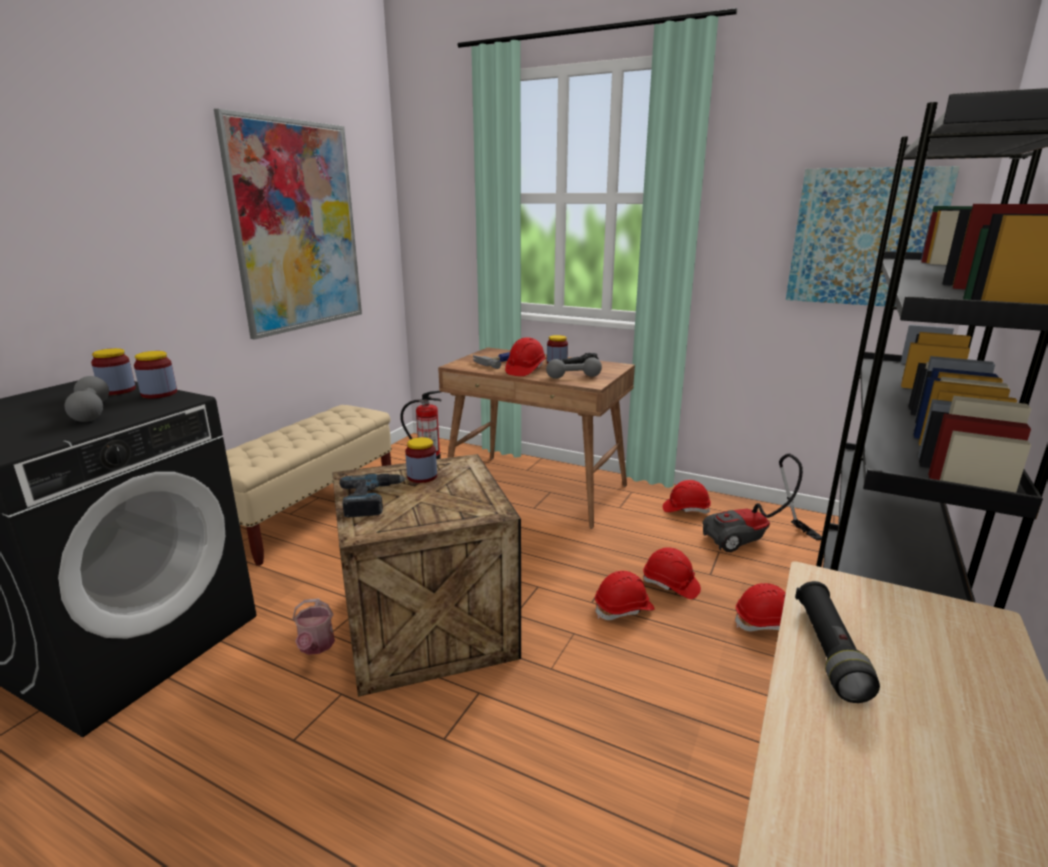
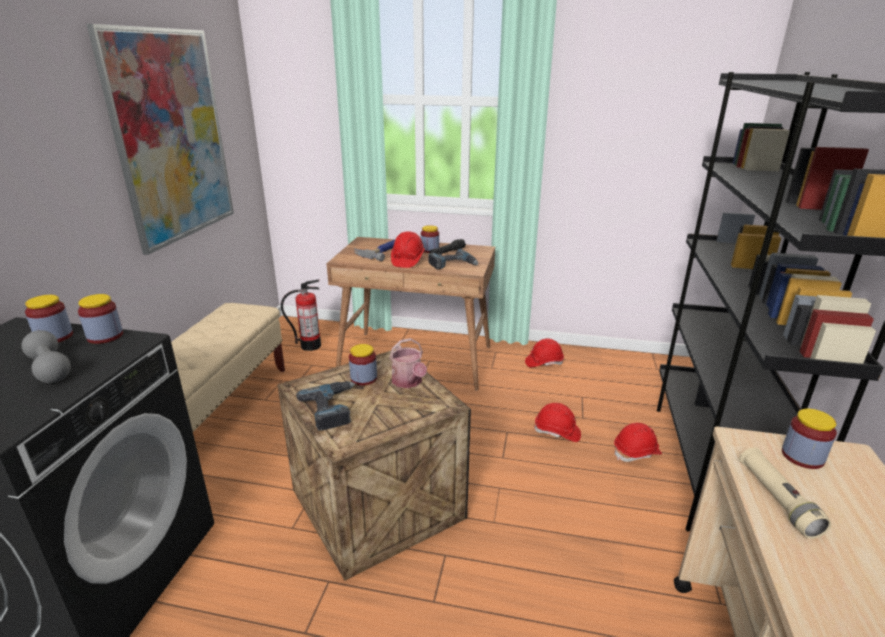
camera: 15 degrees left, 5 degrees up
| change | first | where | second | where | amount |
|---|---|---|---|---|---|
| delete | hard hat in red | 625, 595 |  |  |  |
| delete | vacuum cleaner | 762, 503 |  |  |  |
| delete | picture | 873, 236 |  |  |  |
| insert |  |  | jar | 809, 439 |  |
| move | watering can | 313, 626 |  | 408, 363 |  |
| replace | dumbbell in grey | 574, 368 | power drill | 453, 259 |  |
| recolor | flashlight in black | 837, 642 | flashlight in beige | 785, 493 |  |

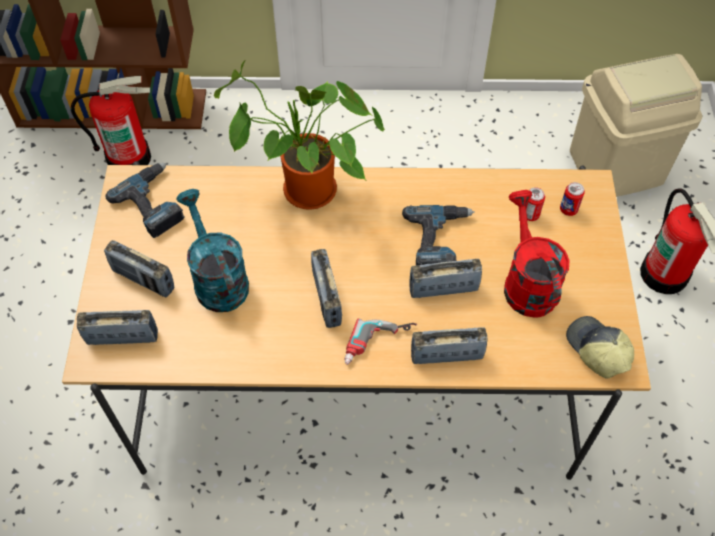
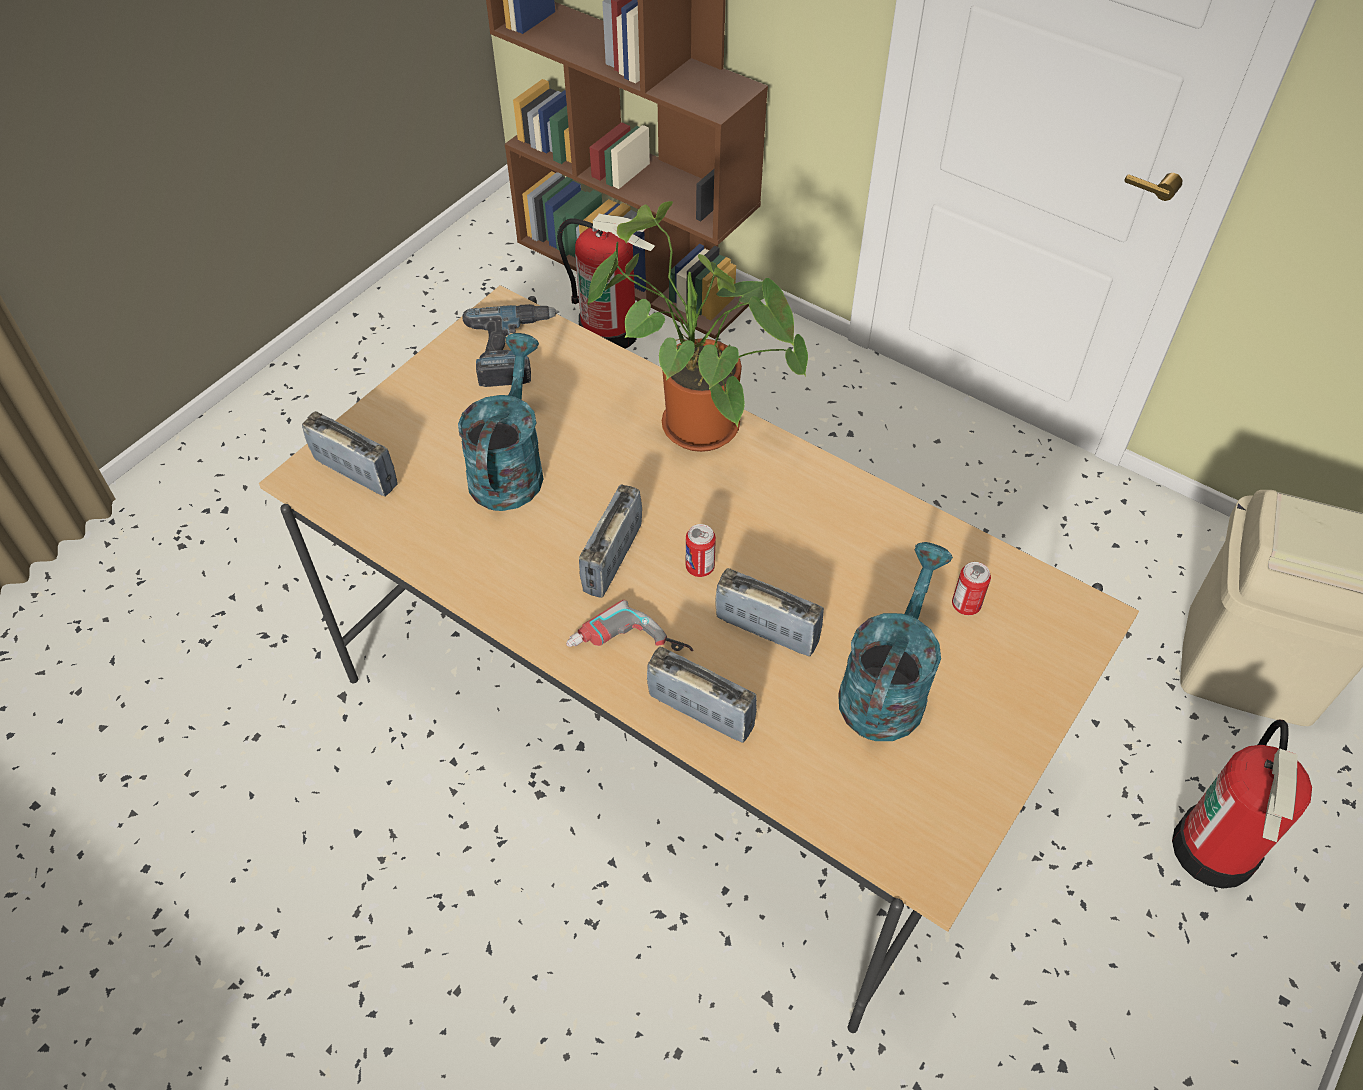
camera: 35 degrees right, 5 degrees down
| change | first | where | second | where | amount |
|---|---|---|---|---|---|
| delete | radio | 139, 268 |  |  |  |
| delete | power drill | 438, 235 |  |  |  |
| delete | cap | 600, 347 |  |  |  |
| move | can | 572, 199 |  | 701, 550 |  |
| recolor | watering can in red | 537, 254 | watering can in turquoise | 895, 641 |  |

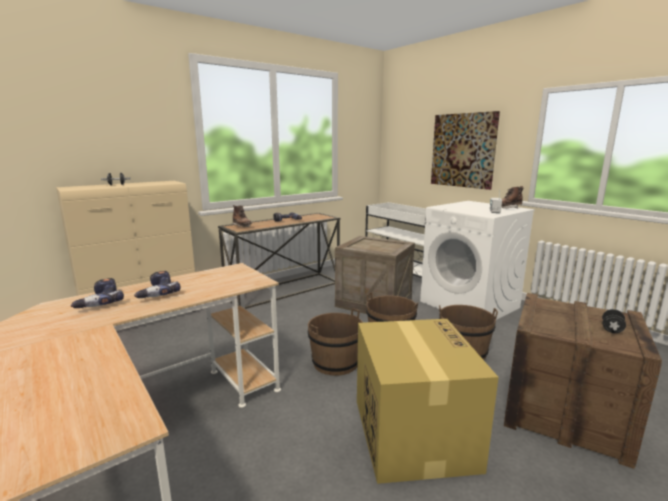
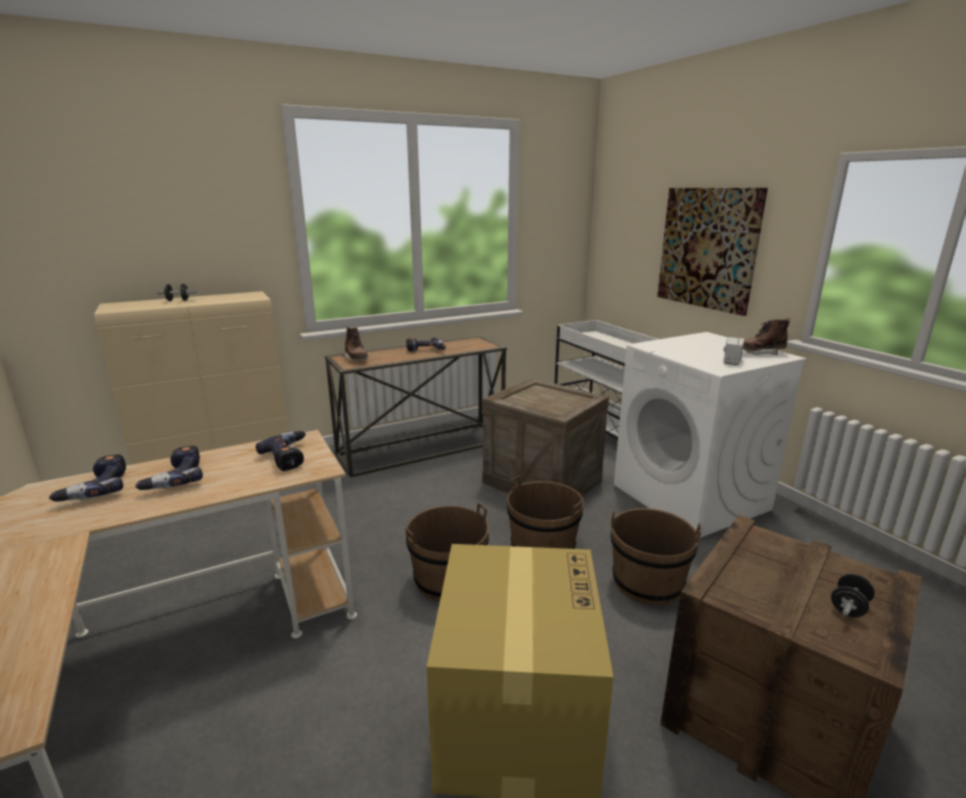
camera: 10 degrees right, 5 degrees up
| change | first | where | second | where | amount |
|---|---|---|---|---|---|
| insert |  |  | power drill | 281, 451 |  |

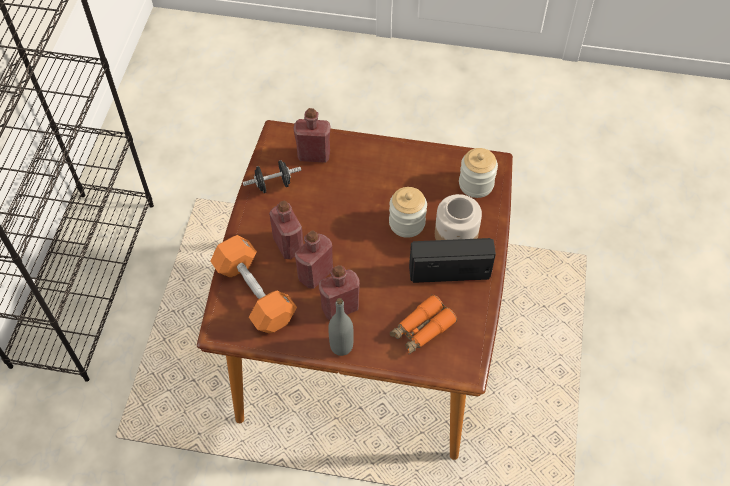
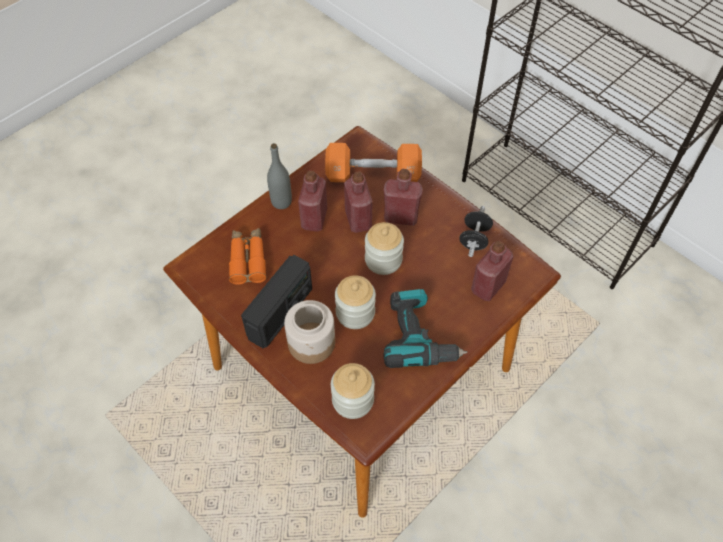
camera: 125 degrees right, 0 degrees up
| change | first | where | second | where | amount |
|---|---|---|---|---|---|
| insert |  |  | jar | 384, 248 |  |
| insert |  |  | power drill | 425, 328 |  |

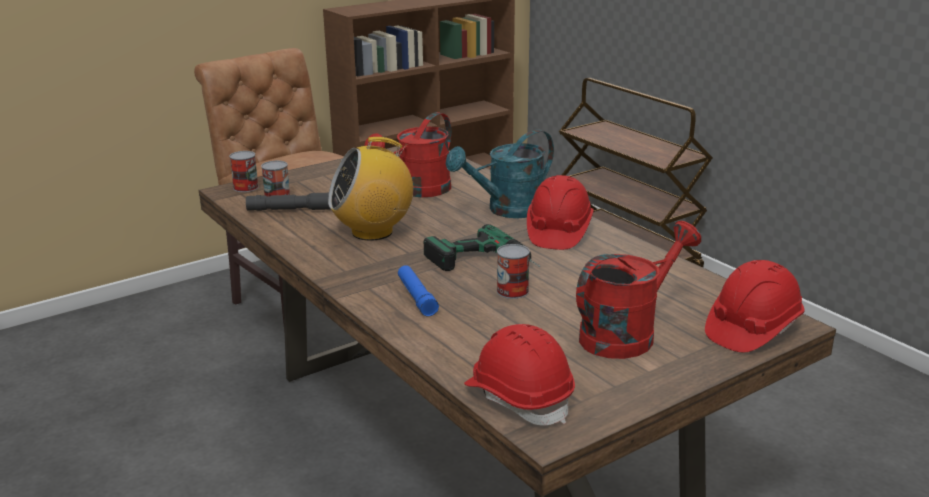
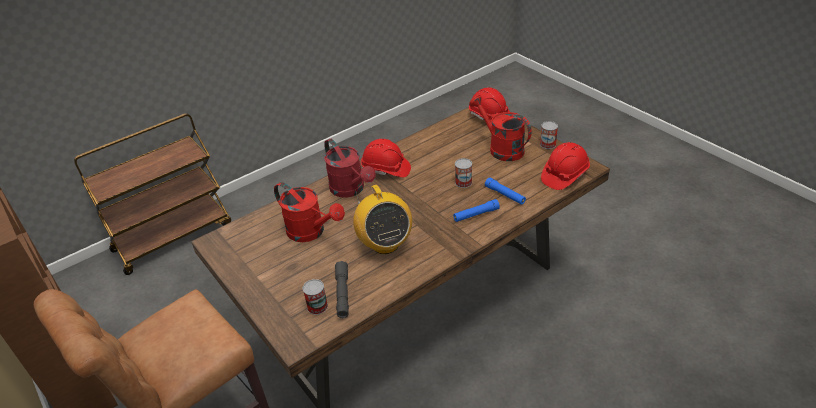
camera: 90 degrees left, 15 degrees up
| change | first | where | second | where | amount |
|---|---|---|---|---|---|
| delete | power drill | 482, 247 |  |  |  |
| insert |  |  | flashlight in blue | 505, 191 |  |
| move | can | 244, 171 |  | 549, 135 |  |
| recolor | watering can in turquoise | 500, 174 | watering can in red | 350, 168 |  |

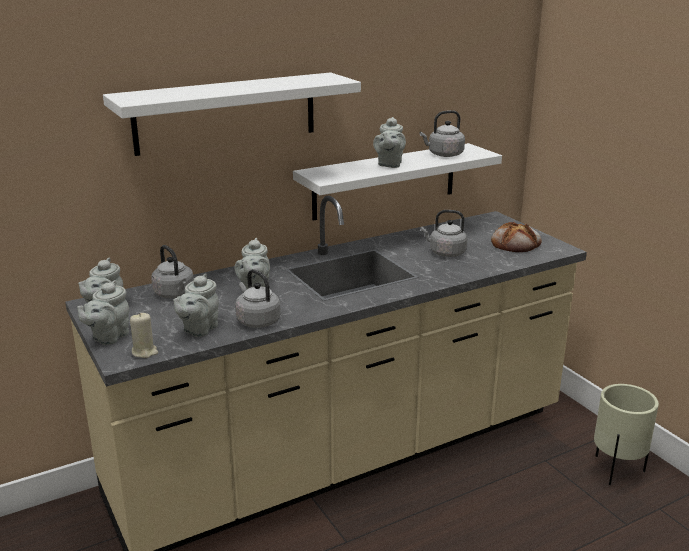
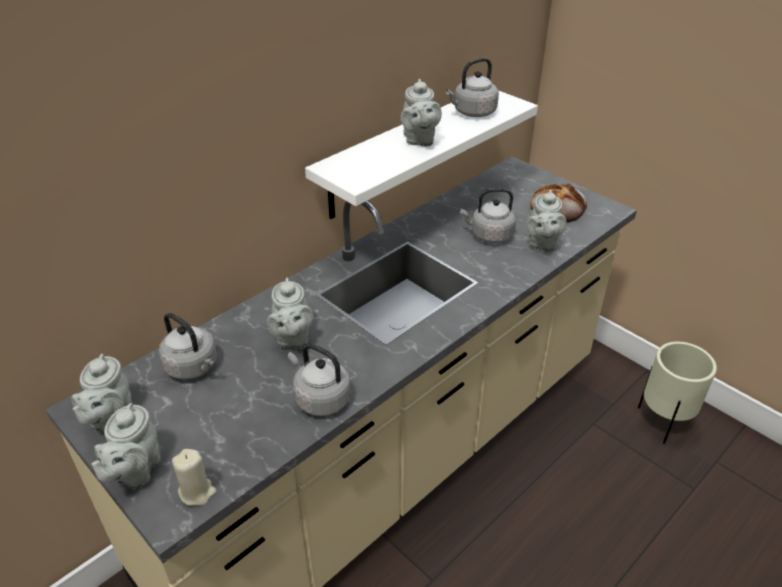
camera: 15 degrees left, 15 degrees up
| change | first | where | second | where | amount |
|---|---|---|---|---|---|
| delete | shelf in white | 232, 114 |  |  |  |
| move | teapot in grey | 196, 305 |  | 546, 220 |  |

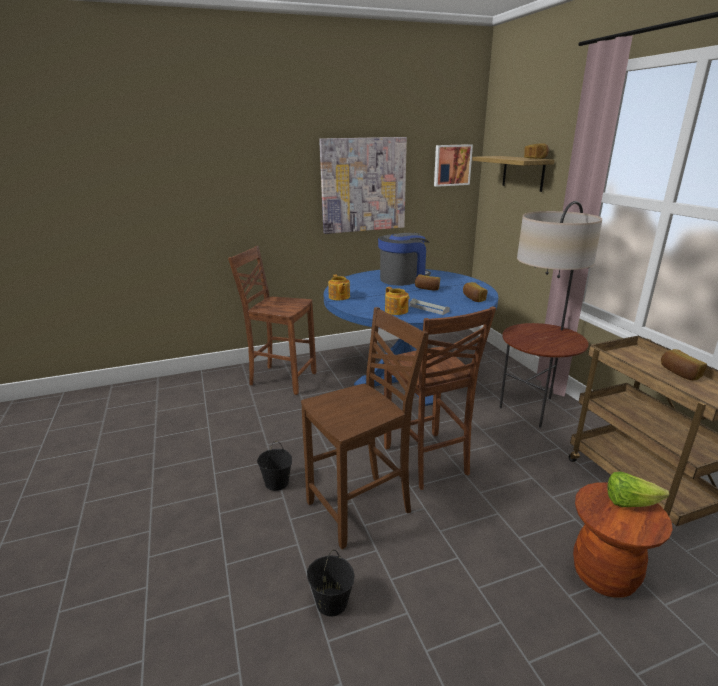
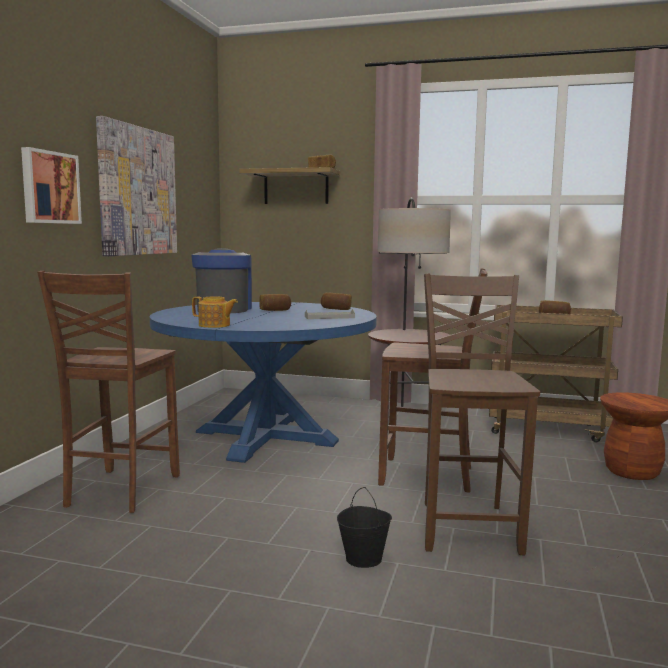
camera: 55 degrees left, 15 degrees down
| change | first | where | second | where | amount |
|---|---|---|---|---|---|
| delete | bucket in black | 330, 583 |  |  |  |
| delete | teapot | 397, 301 |  |  |  |
| delete | lettuce | 638, 489 |  |  |  |
| move | picture | 453, 165 |  | 51, 185 |  |
| rotate | chair in brown | 272, 320 |  | 108, 392 | 45 degrees counterclockwise |

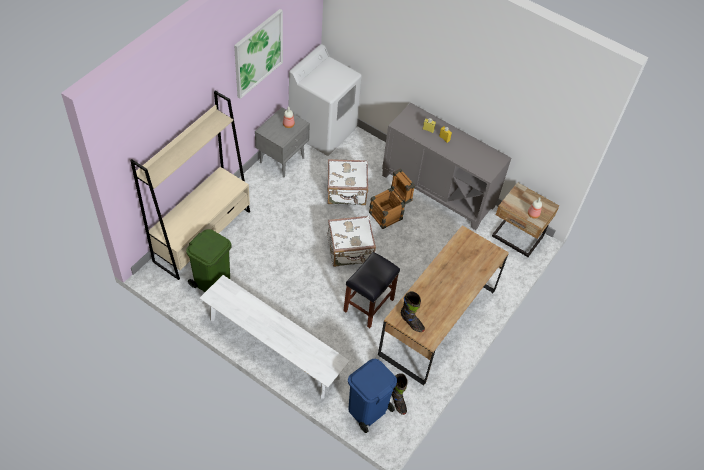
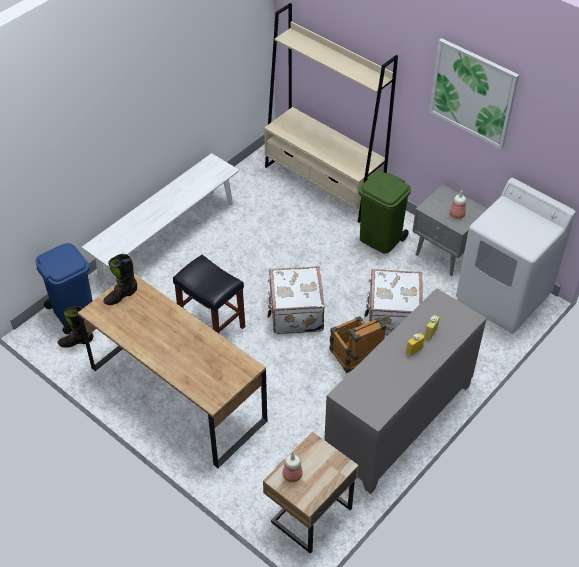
camera: 100 degrees right, 5 degrees down
| change | first | where | second | where | amount |
|---|---|---|---|---|---|
| move | trash can in green | 209, 260 |  | 385, 213 |  |

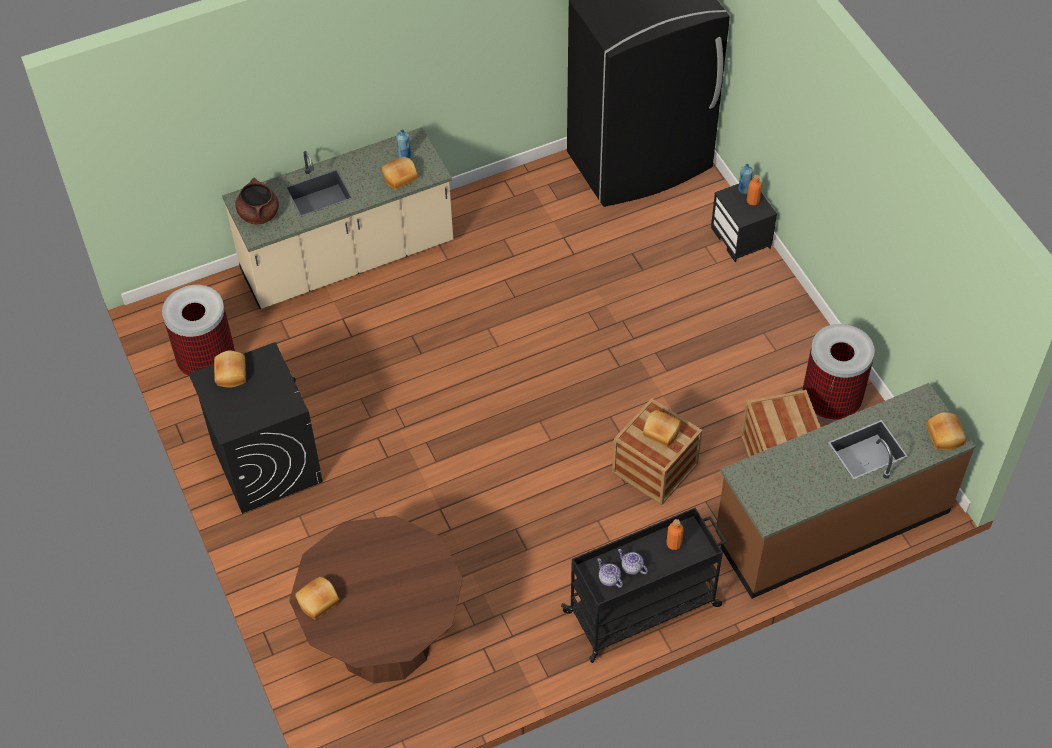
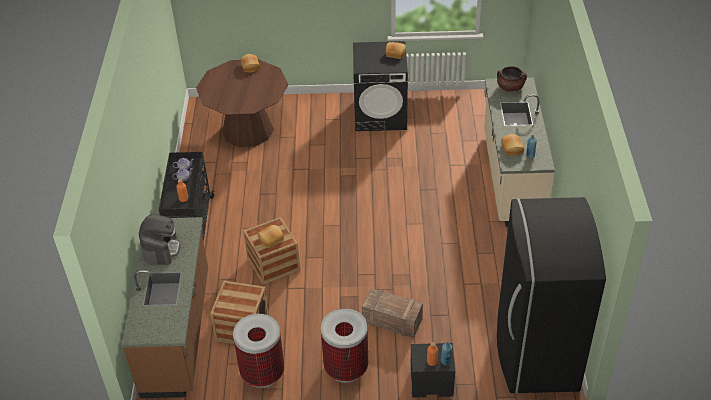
camera: 115 degrees right, 10 degrees down
| change | first | where | second | where | amount |
|---|---|---|---|---|---|
| delete | bread | 946, 431 |  |  |  |
| insert |  |  | coffee machine | 160, 239 |  |
| insert |  |  | crate | 392, 313 |  |
| move | trash can | 198, 331 |  | 344, 345 |  |

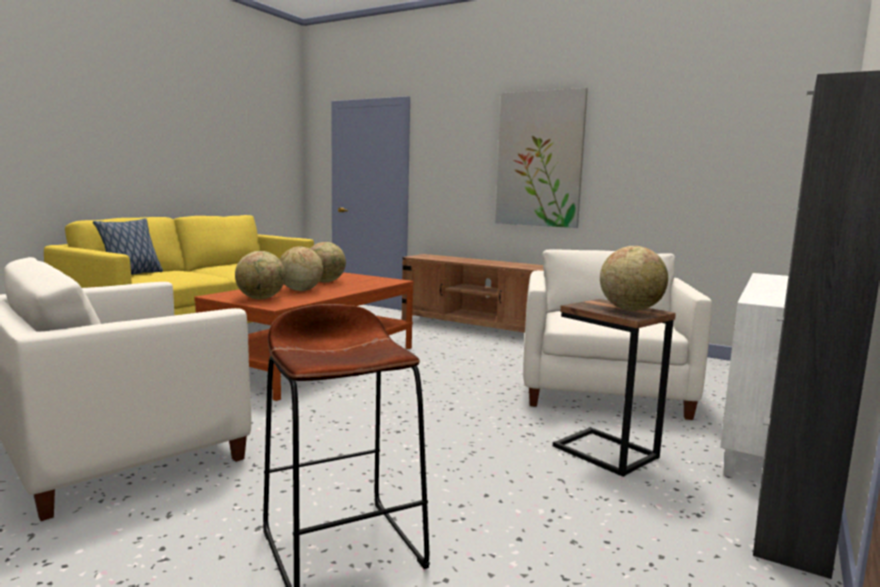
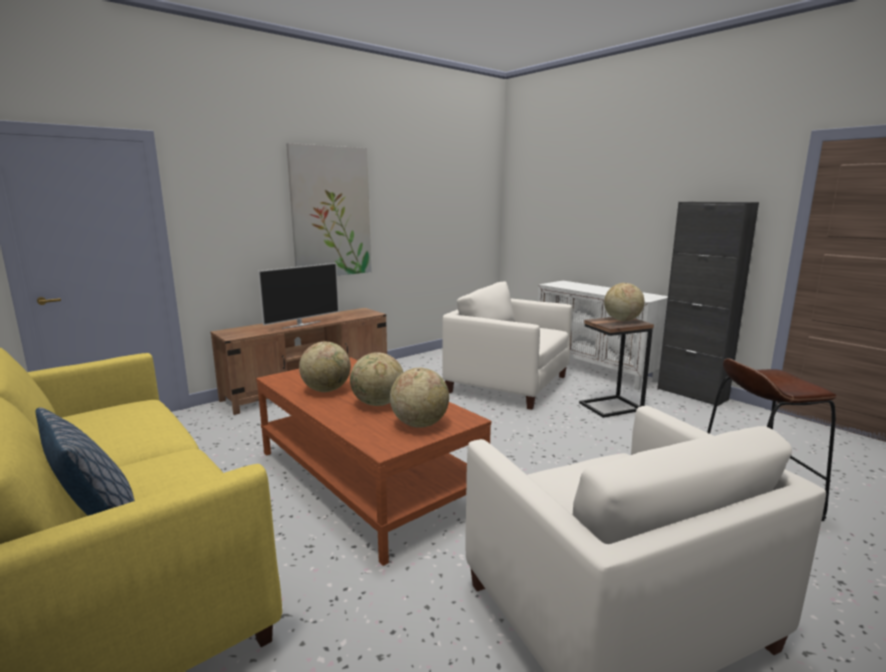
camera: 70 degrees left, 5 degrees up
| change | first | where | second | where | amount |
|---|---|---|---|---|---|
| insert |  |  | television | 298, 296 |  |

